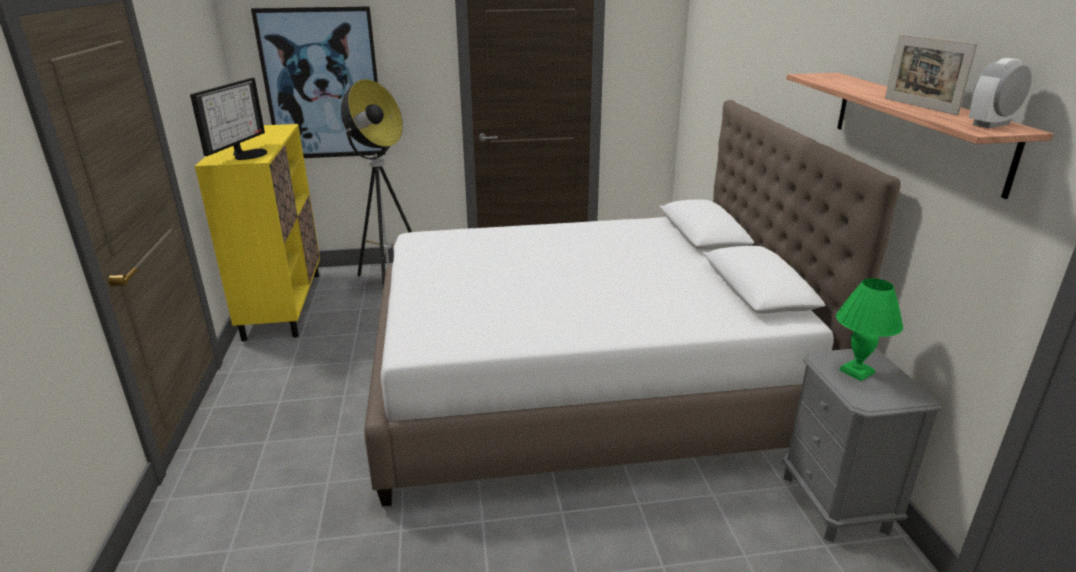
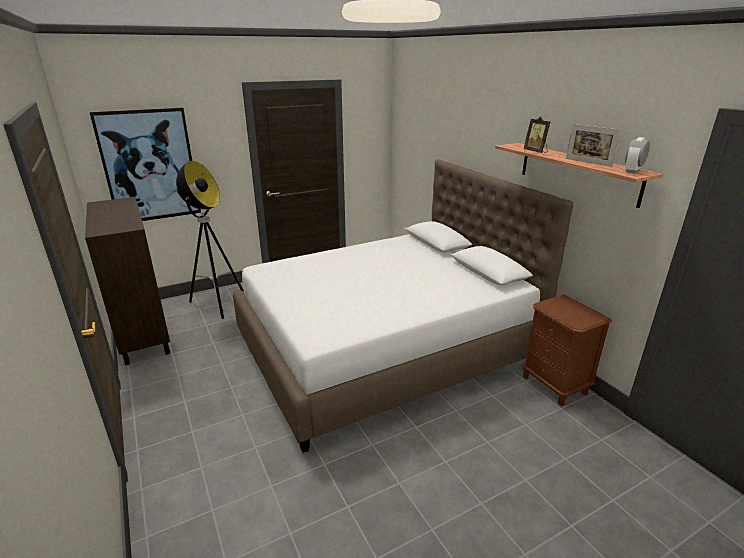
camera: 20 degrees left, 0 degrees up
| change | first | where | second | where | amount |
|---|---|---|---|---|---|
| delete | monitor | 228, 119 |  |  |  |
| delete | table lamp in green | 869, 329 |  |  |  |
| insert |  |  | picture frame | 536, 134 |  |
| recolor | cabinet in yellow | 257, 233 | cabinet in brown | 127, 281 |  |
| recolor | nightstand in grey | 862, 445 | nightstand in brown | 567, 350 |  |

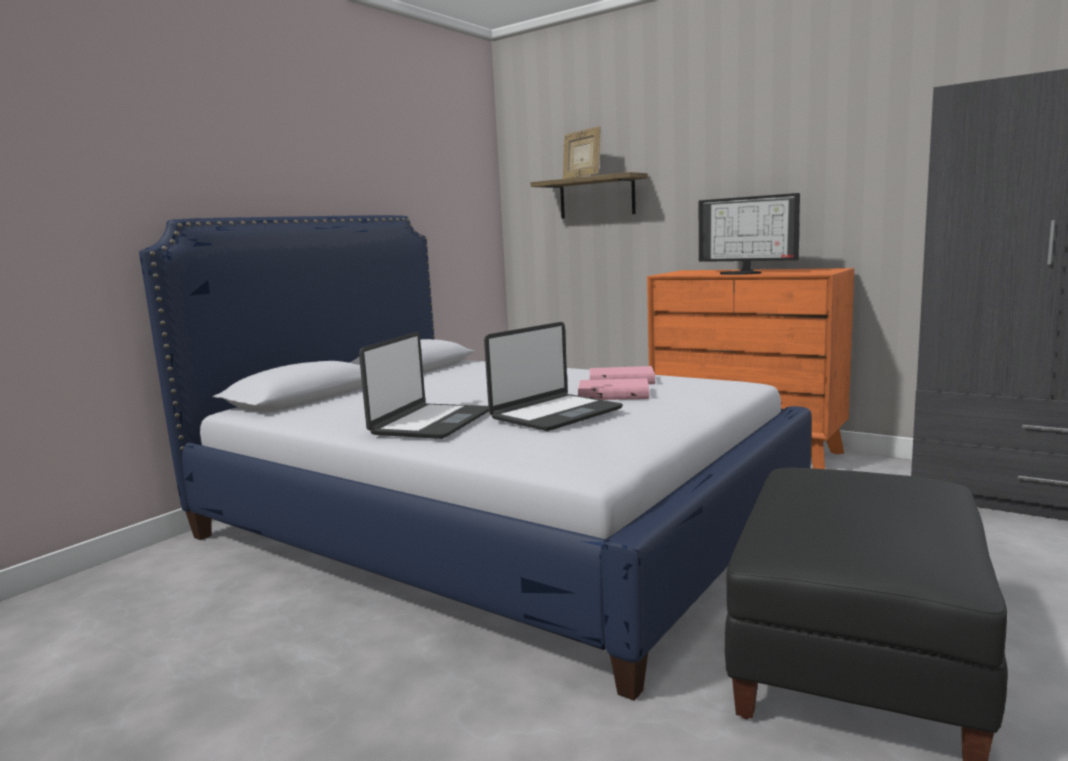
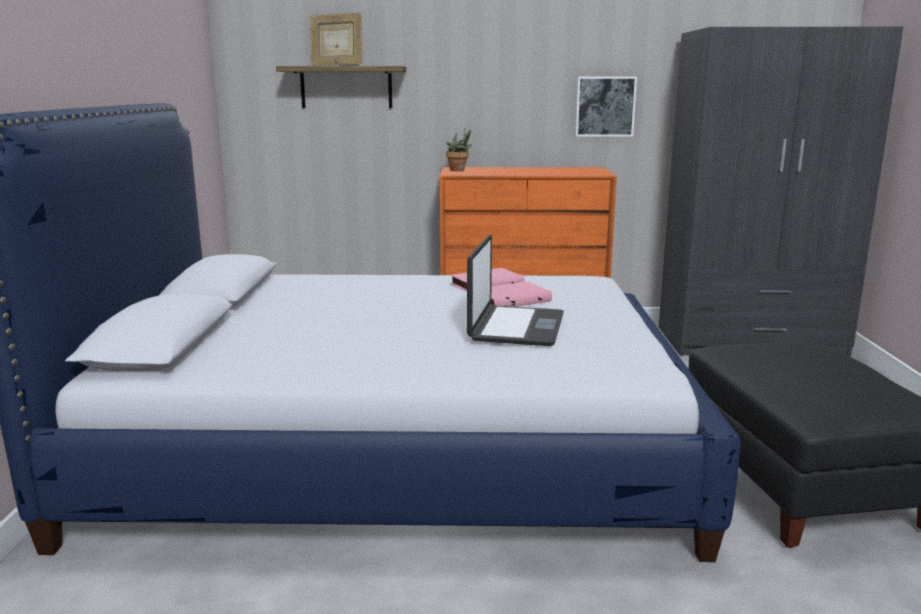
camera: 35 degrees left, 5 degrees up
| change | first | where | second | where | amount |
|---|---|---|---|---|---|
| delete | laptop | 424, 385 |  |  |  |
| delete | monitor | 749, 234 |  |  |  |
| insert |  |  | potted plant | 459, 149 |  |
| insert |  |  | picture | 606, 107 |  |

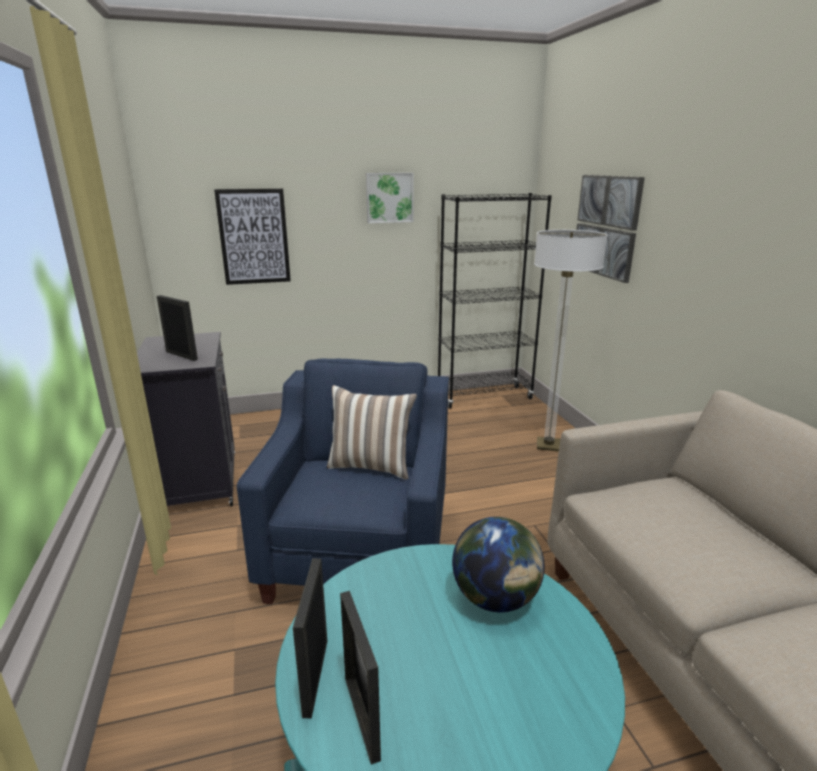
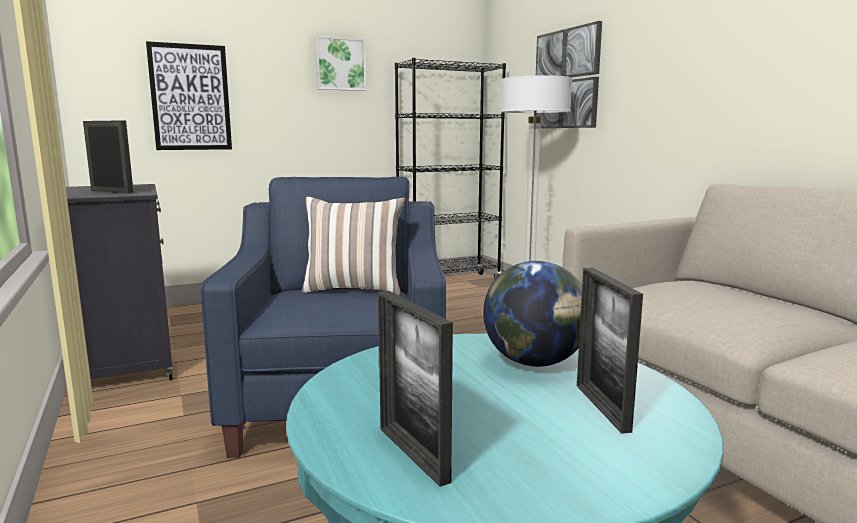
camera: 10 degrees left, 10 degrees down
| change | first | where | second | where | amount |
|---|---|---|---|---|---|
| move | picture frame | 310, 638 |  | 610, 350 |  |

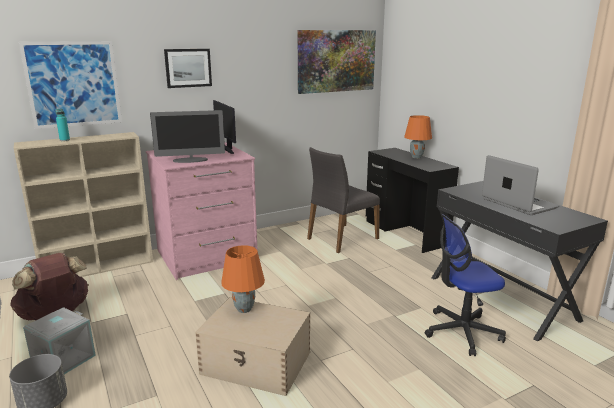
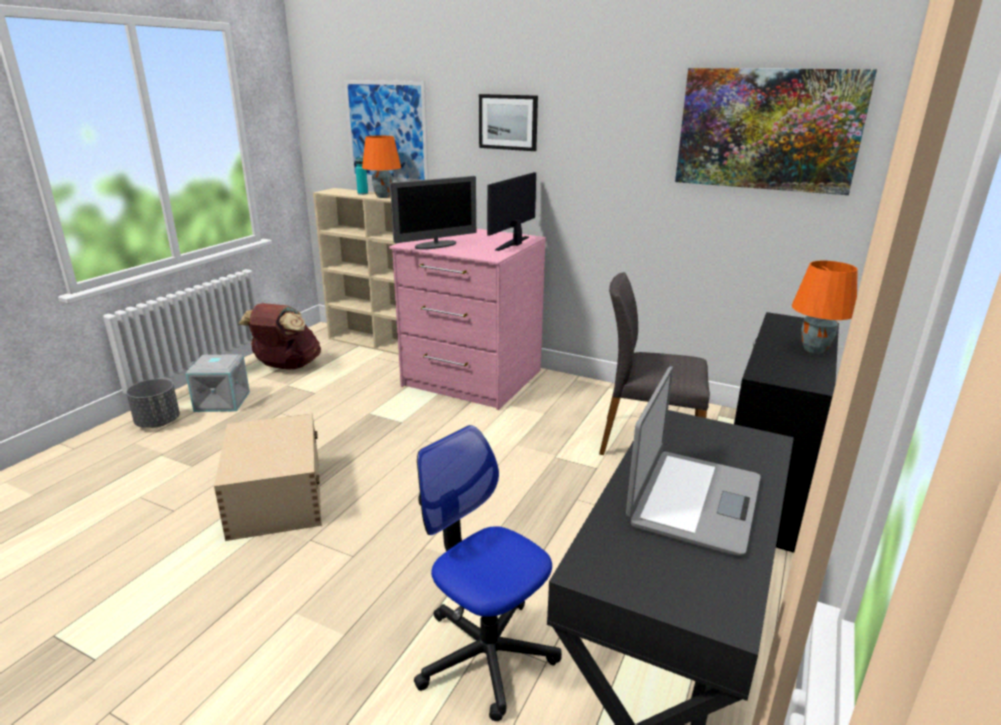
camera: 55 degrees right, 5 degrees up
| change | first | where | second | where | amount |
|---|---|---|---|---|---|
| move | table lamp in orange | 243, 279 |  | 381, 166 |  |
| rotate | monitor | 187, 136 |  | 433, 212 | 75 degrees counterclockwise |

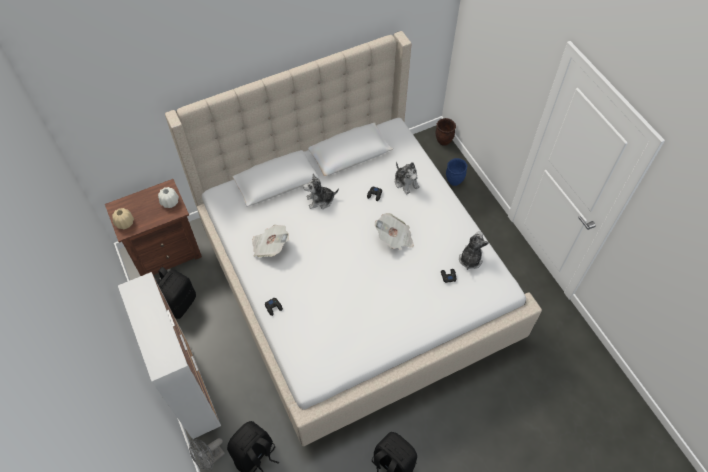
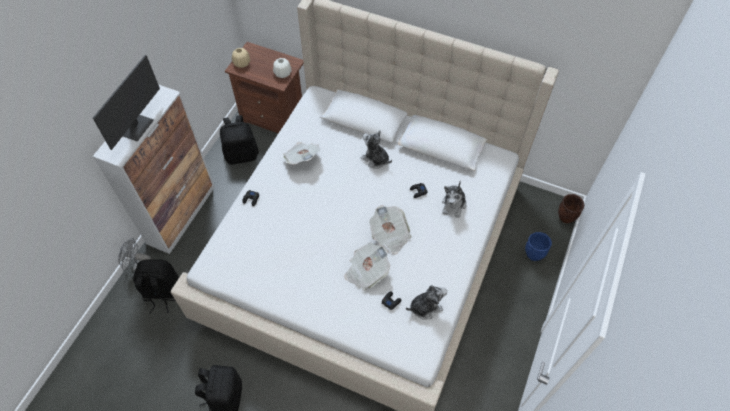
camera: 50 degrees right, 0 degrees up
| change | first | where | second | where | amount |
|---|---|---|---|---|---|
| insert |  |  | monitor | 126, 102 |  |
| insert |  |  | newspaper | 367, 267 |  |

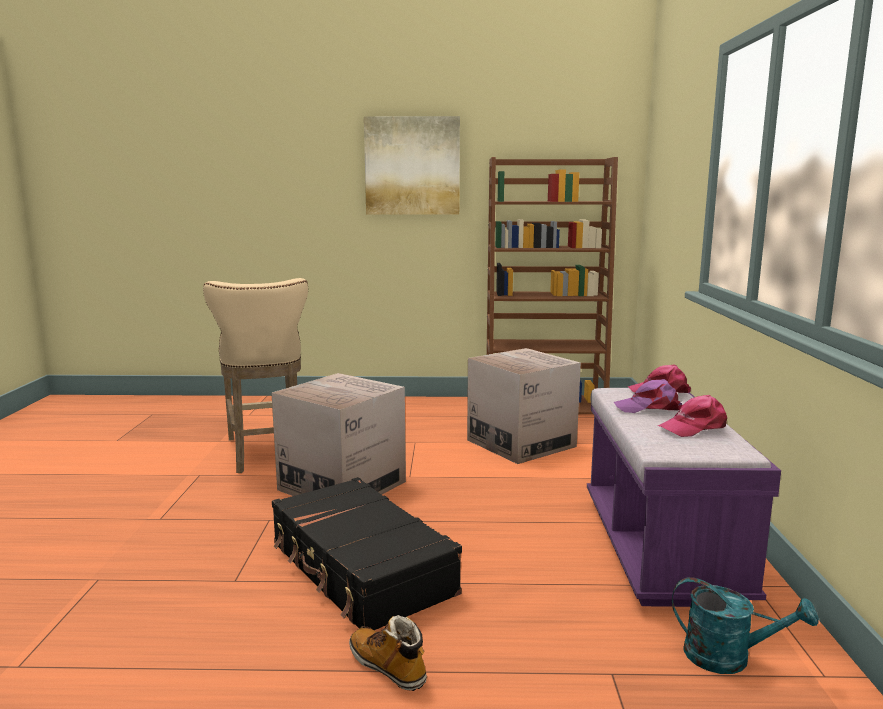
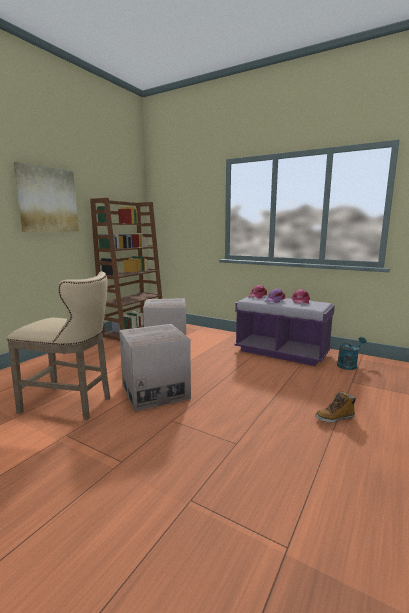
camera: 60 degrees left, 0 degrees up
| change | first | where | second | where | amount |
|---|---|---|---|---|---|
| delete | suitcase in black | 367, 553 |  |  |  |

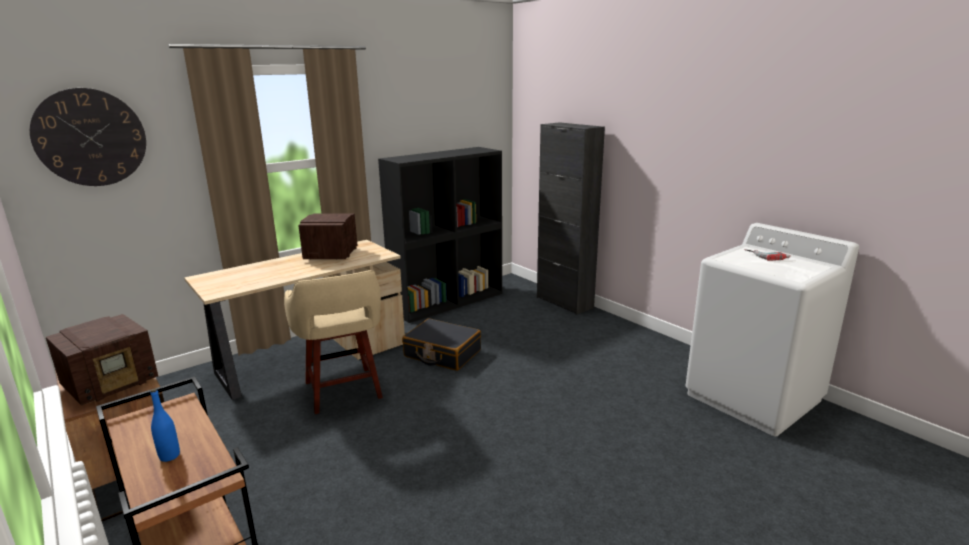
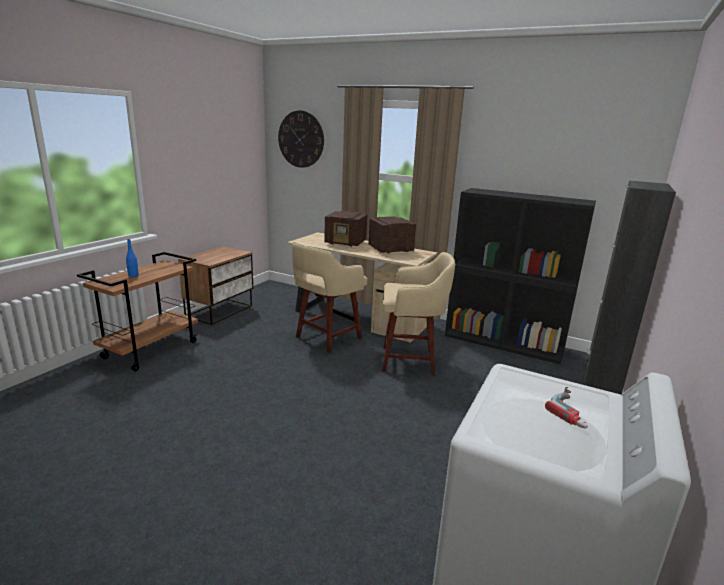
camera: 65 degrees right, 0 degrees up
| change | first | where | second | where | amount |
|---|---|---|---|---|---|
| move | radio | 102, 360 |  | 345, 229 |  |
| replace | suitcase in black | 441, 344 | stool in beige | 418, 313 |  |

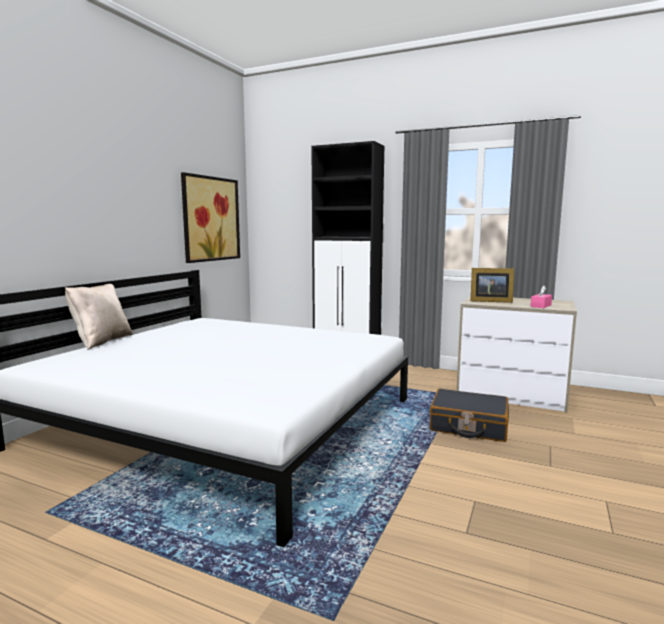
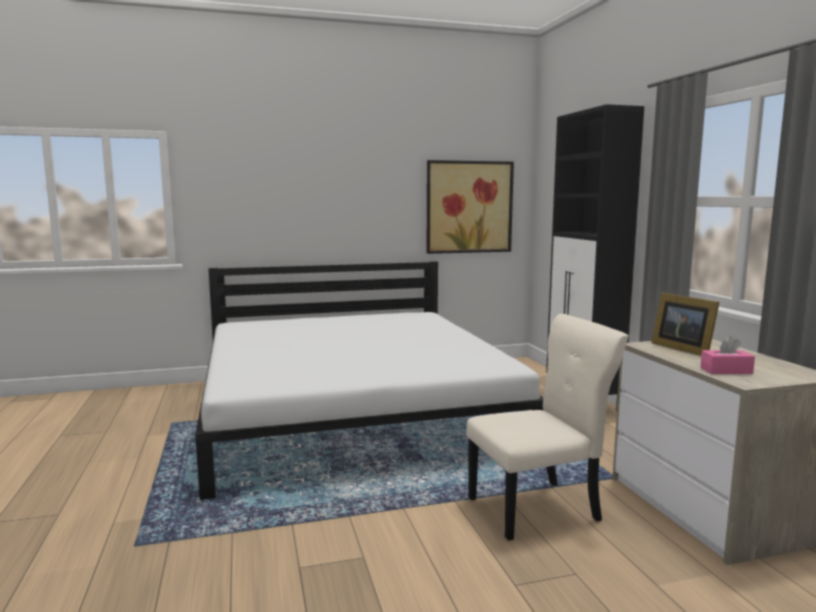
camera: 50 degrees right, 0 degrees up
| change | first | where | second | where | amount |
|---|---|---|---|---|---|
| delete | pillow in beige | 98, 317 |  |  |  |
| replace | suitcase in black | 469, 415 | chair in beige | 547, 427 |  |

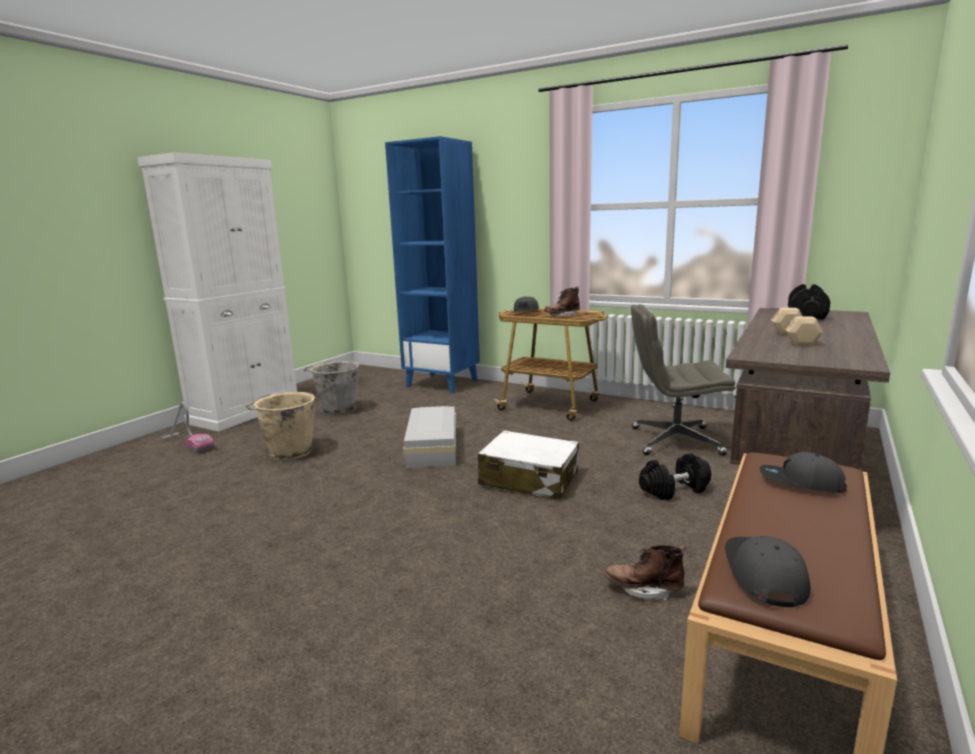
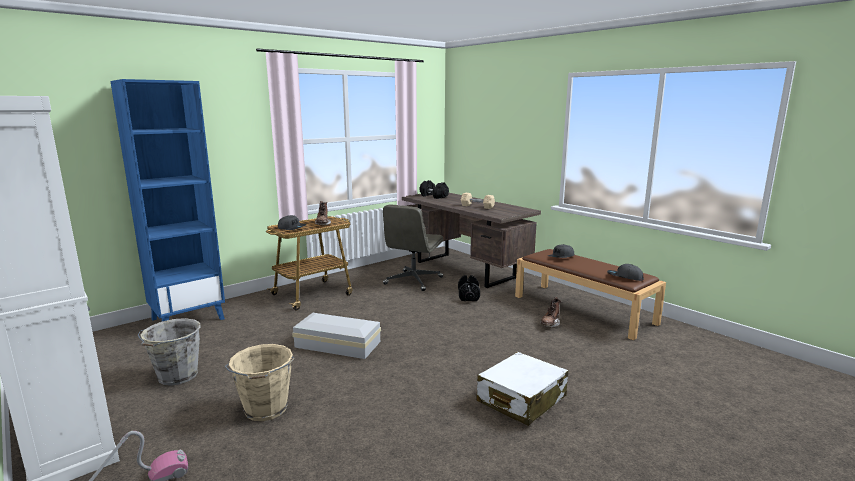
camera: 70 degrees left, 0 degrees up
| change | first | where | second | where | amount |
|---|---|---|---|---|---|
| move | suitcase in white | 528, 465 |  | 522, 389 |  |

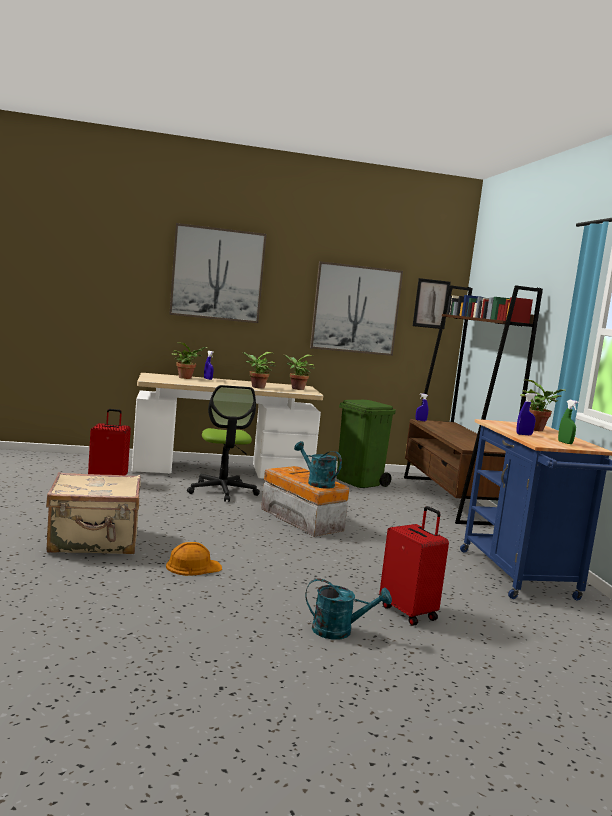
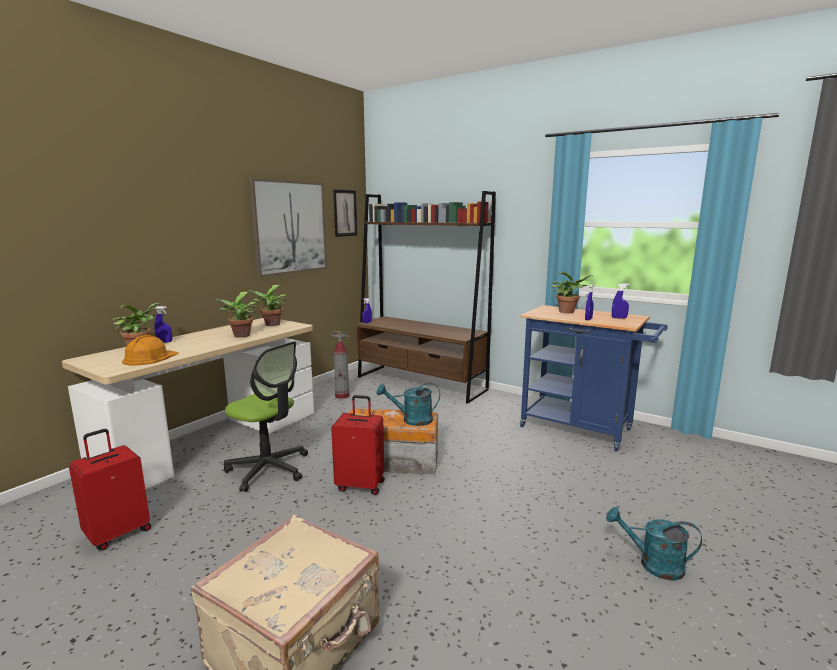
camera: 45 degrees left, 5 degrees up
| change | first | where | second | where | amount |
|---|---|---|---|---|---|
| delete | picture | 218, 273 |  |  |  |
| move | hard hat in orange | 194, 559 |  | 150, 350 |  |
| move | suitcase in red | 414, 566 |  | 358, 445 |  |
| replace | trash can in green | 366, 444 | fire extinguisher | 340, 365 |  |
| recolor | spray bottle in green | 568, 422 | spray bottle in blue | 620, 301 |  |
| rotate | watering can in turquoise | 348, 609 |  | 654, 543 | 120 degrees counterclockwise |

